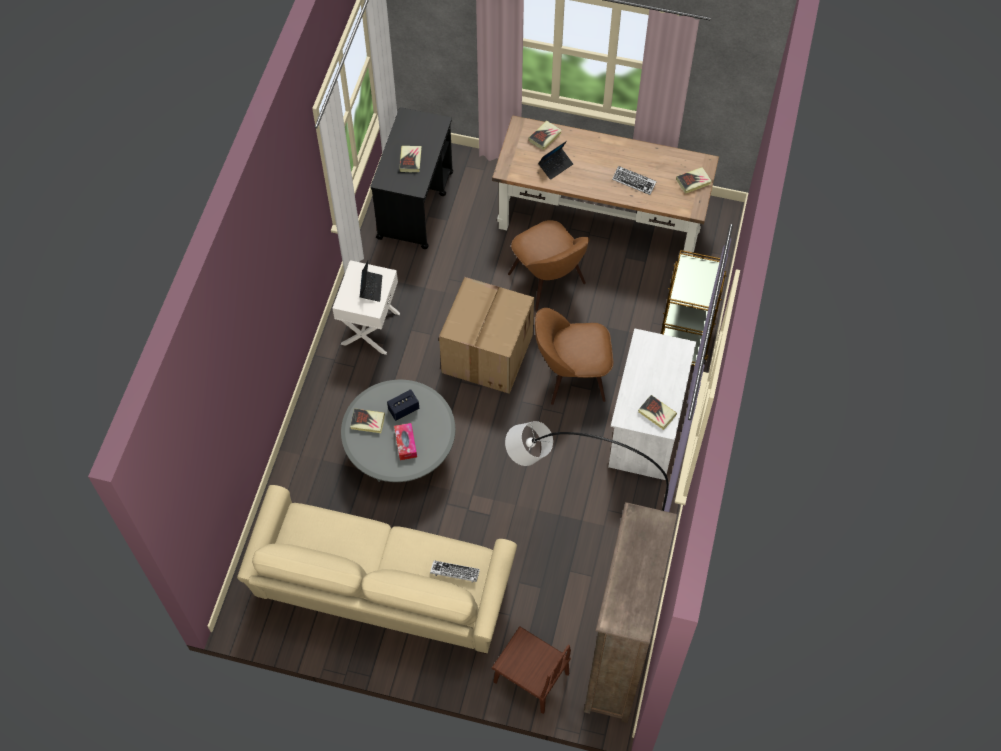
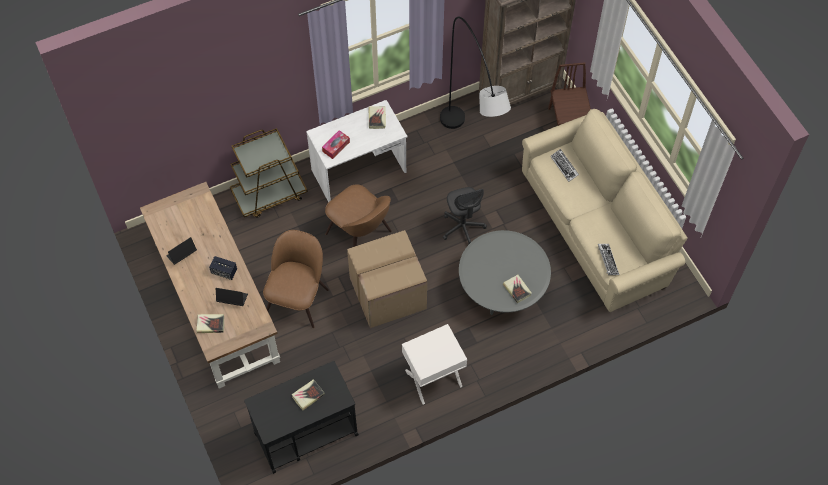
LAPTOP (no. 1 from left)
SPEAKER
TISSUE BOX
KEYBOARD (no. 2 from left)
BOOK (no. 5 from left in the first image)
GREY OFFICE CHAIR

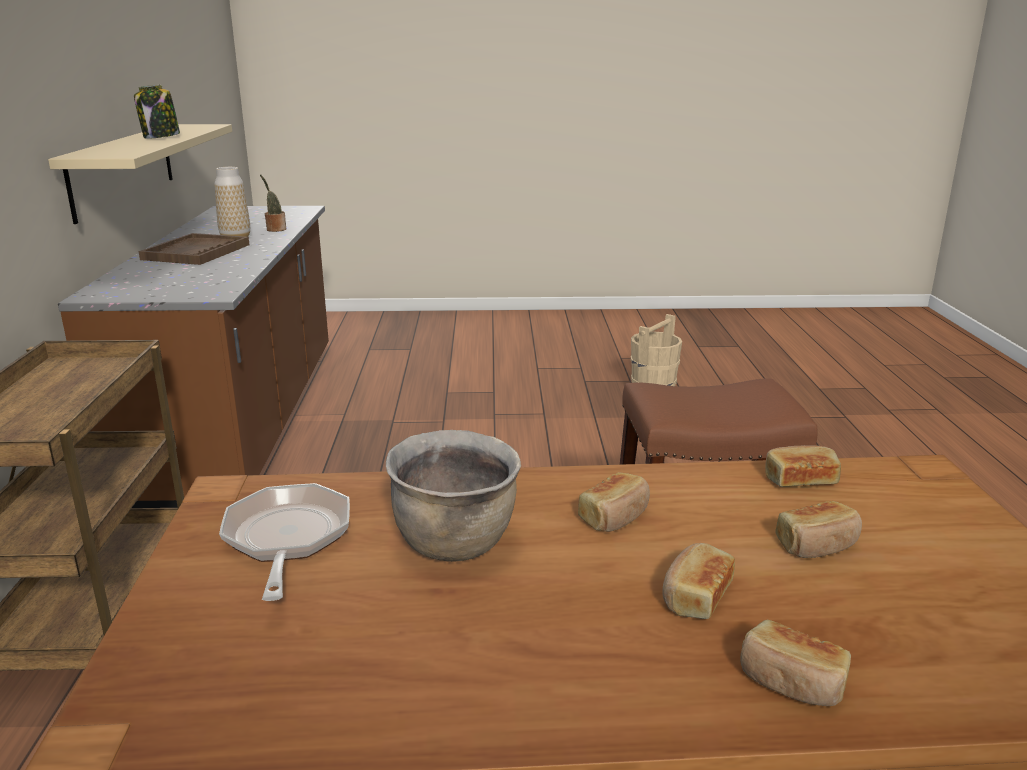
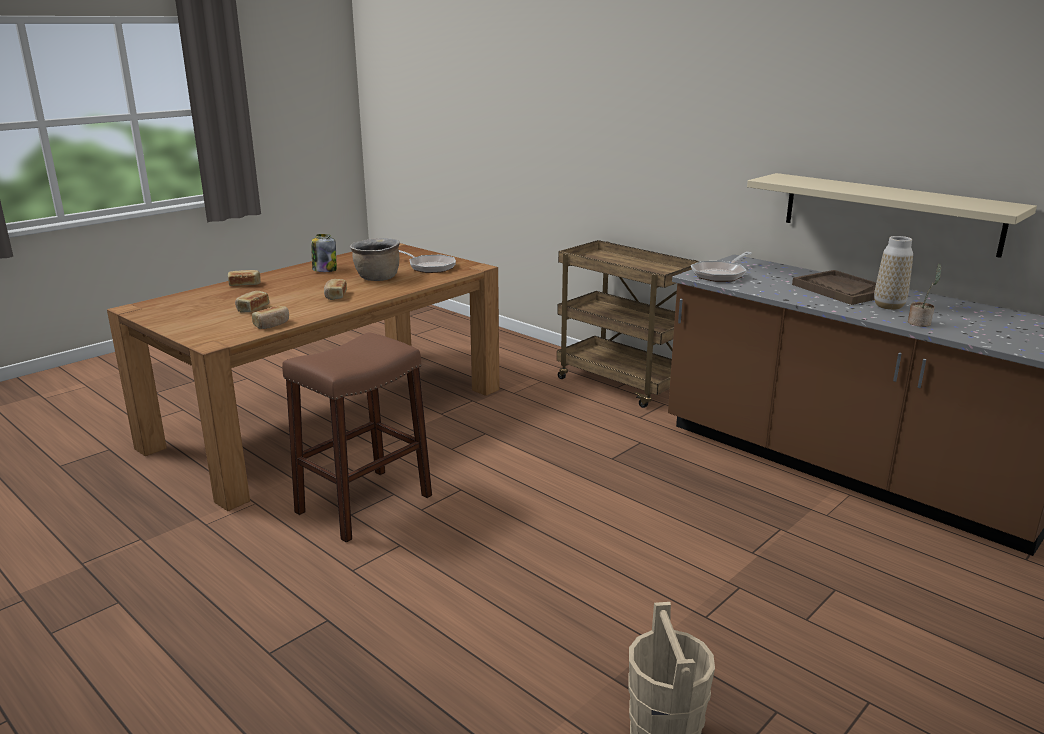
JAR
BREAD (no. 2 from left in the first image)
FRYING PAN (no. 2 from left)

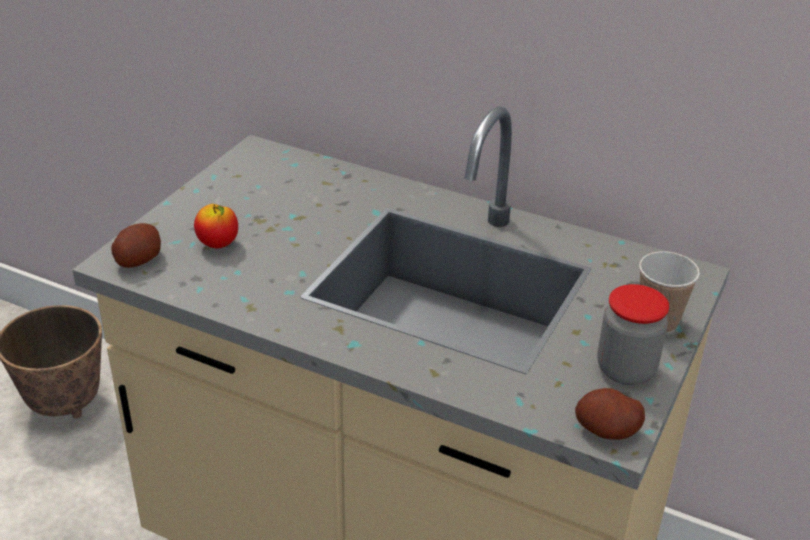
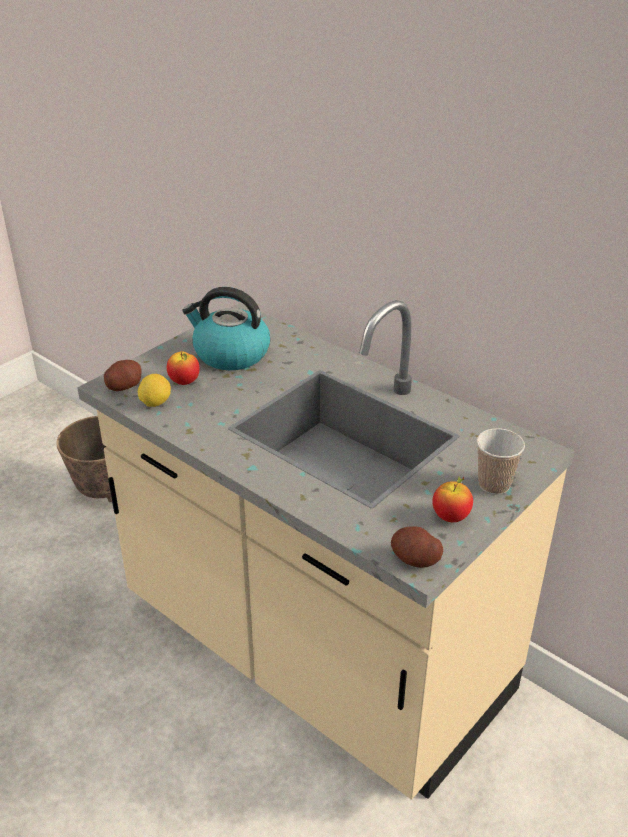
APPLE (no. 2 from left)
LEMON
KETTLE

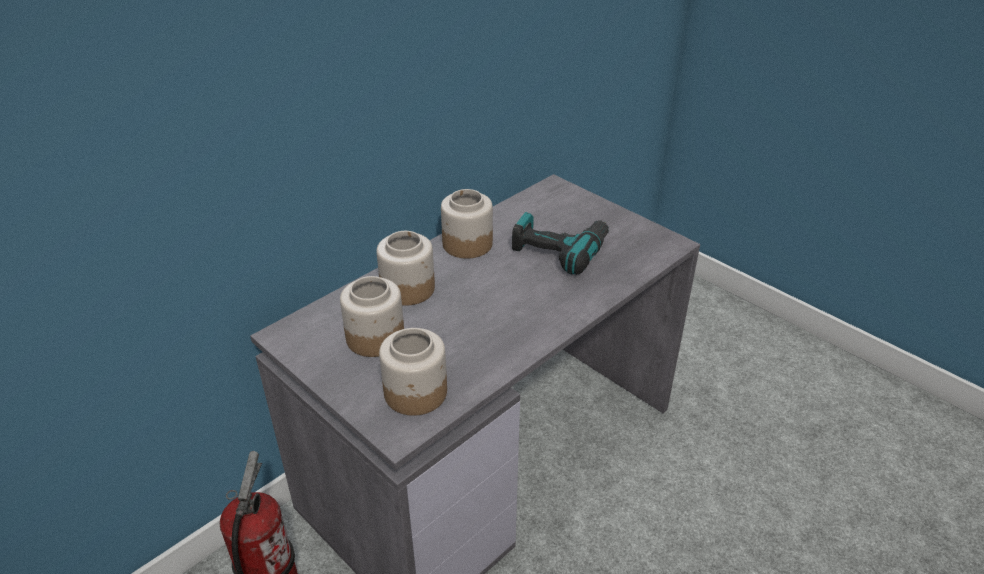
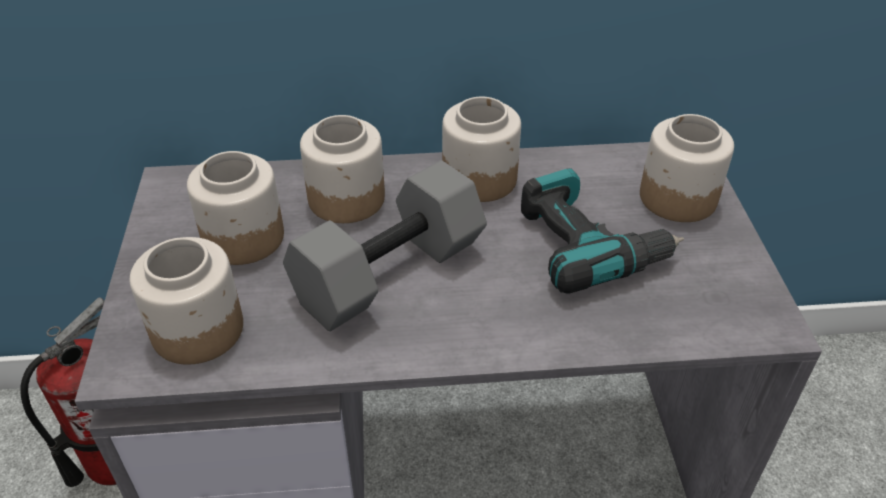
GREY DUMBBELL
JAR (no. 5 from left)

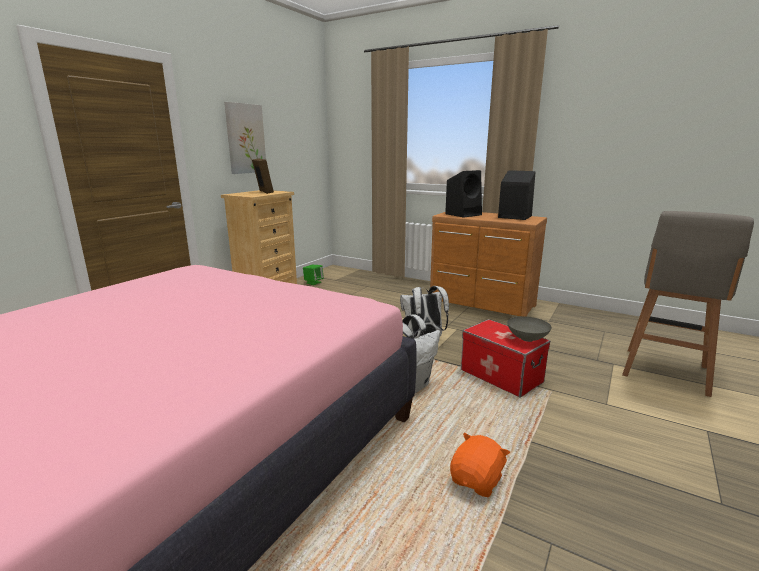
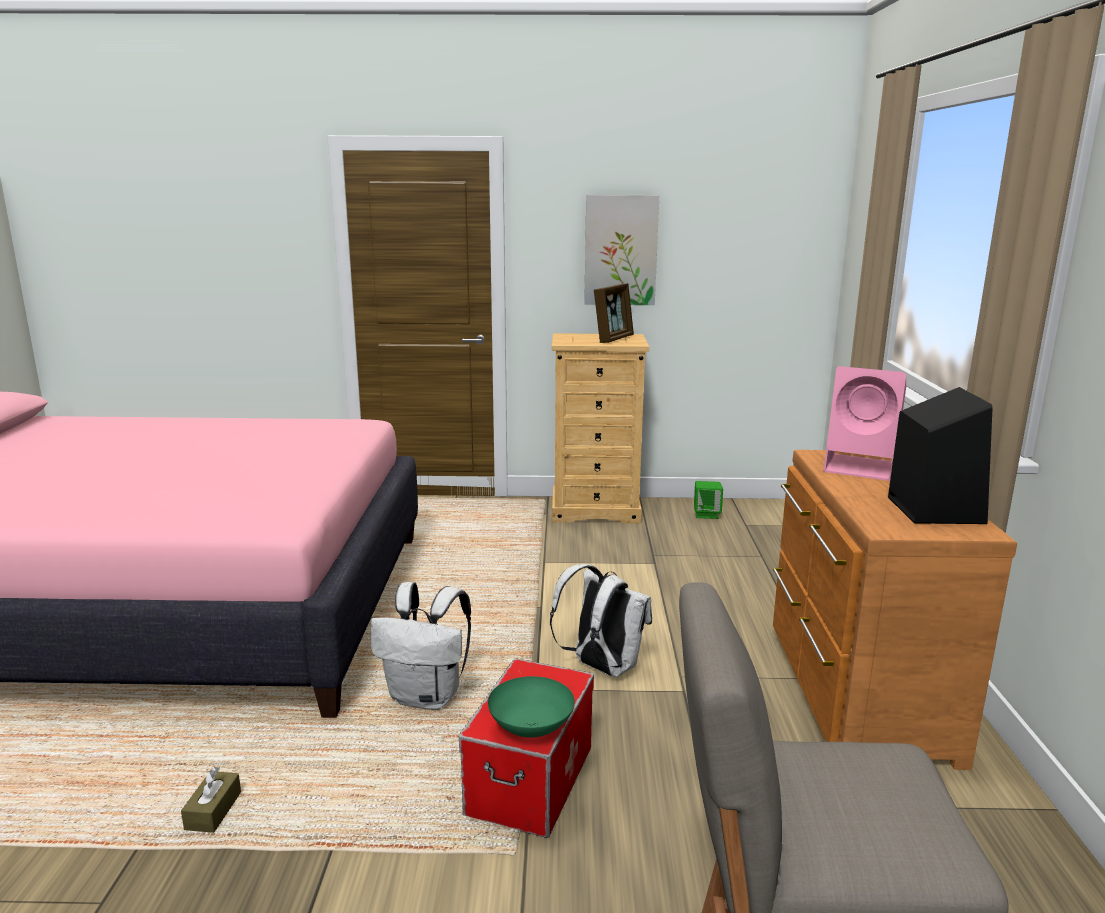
PINK SPEAKER
BROWN TISSUE BOX
GREEN BOWL

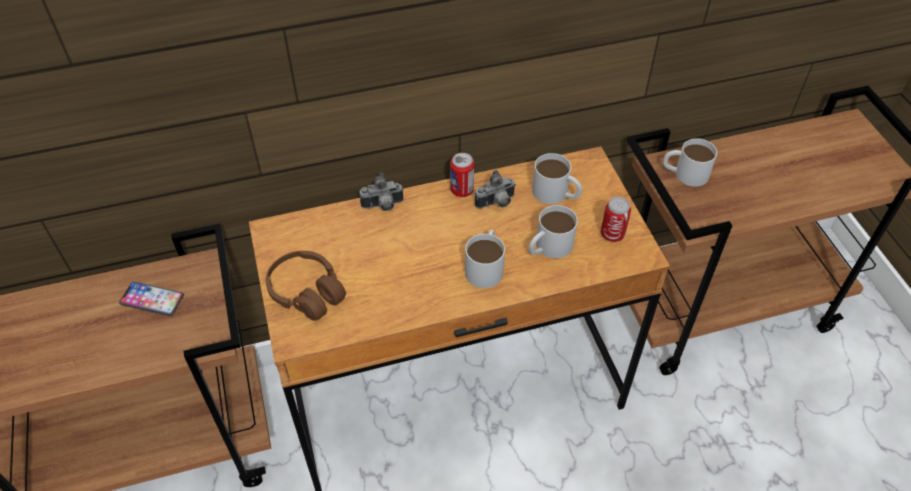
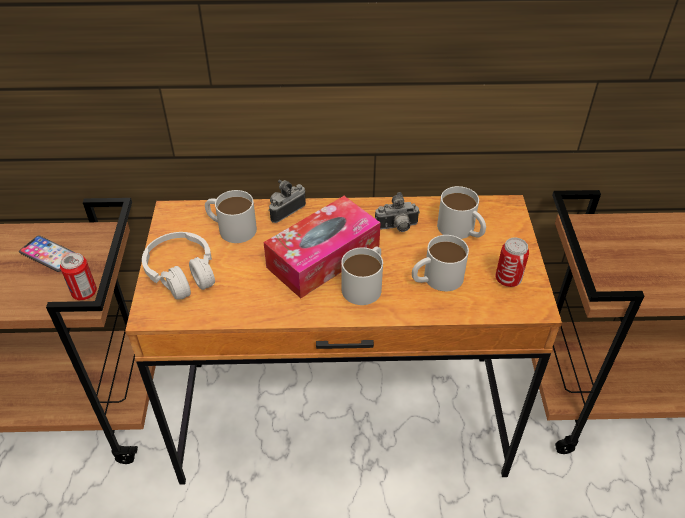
WHITE HEADPHONES
PHOTO CAMERA (no. 1 from left)
CAN (no. 1 from left)
WHITE MUG (no. 1 from left)
TISSUE BOX

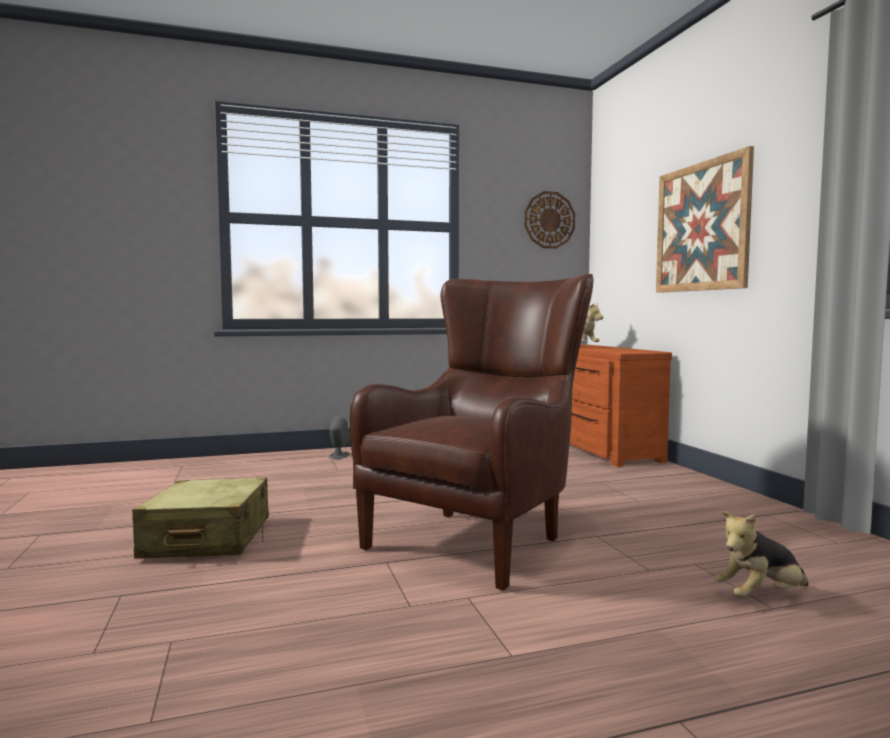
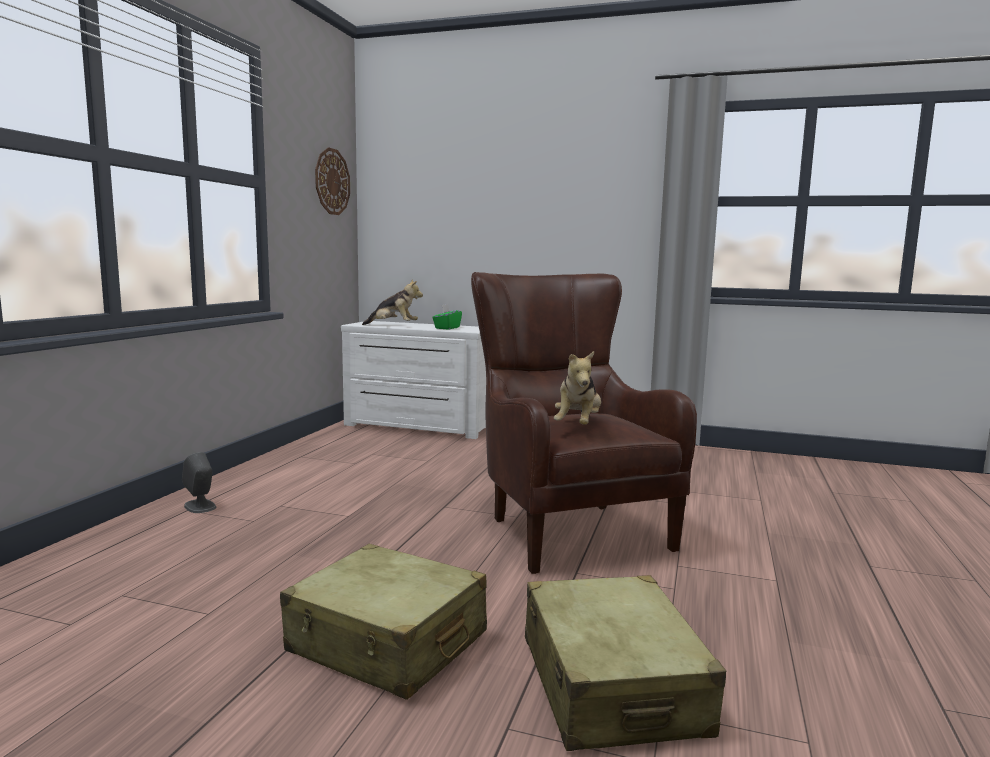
WHITE DRESSER
PICTURE
PLUSH TOY (no. 2 from left)
GREEN TISSUE BOX
BEIGE SUITCASE (no. 2 from left)

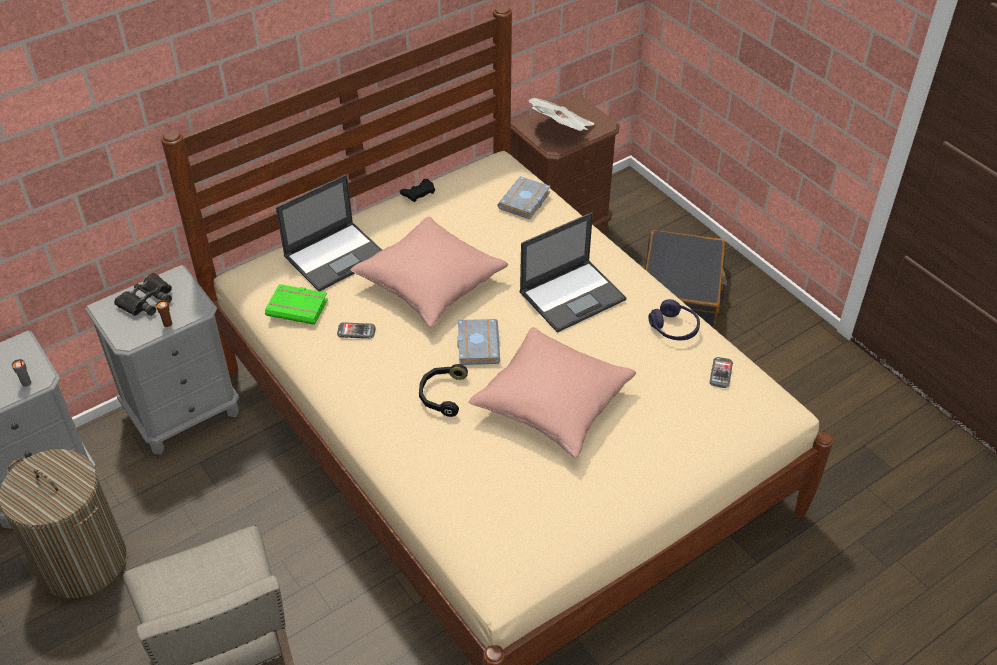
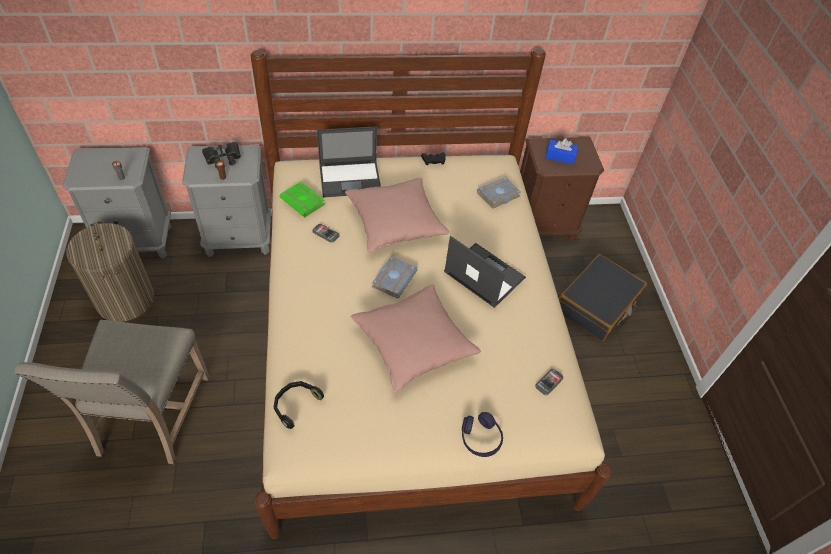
BLACK HEADPHONES
LAPTOP (no. 2 from left)
BLUE TISSUE BOX
PURPLE HEADPHONES

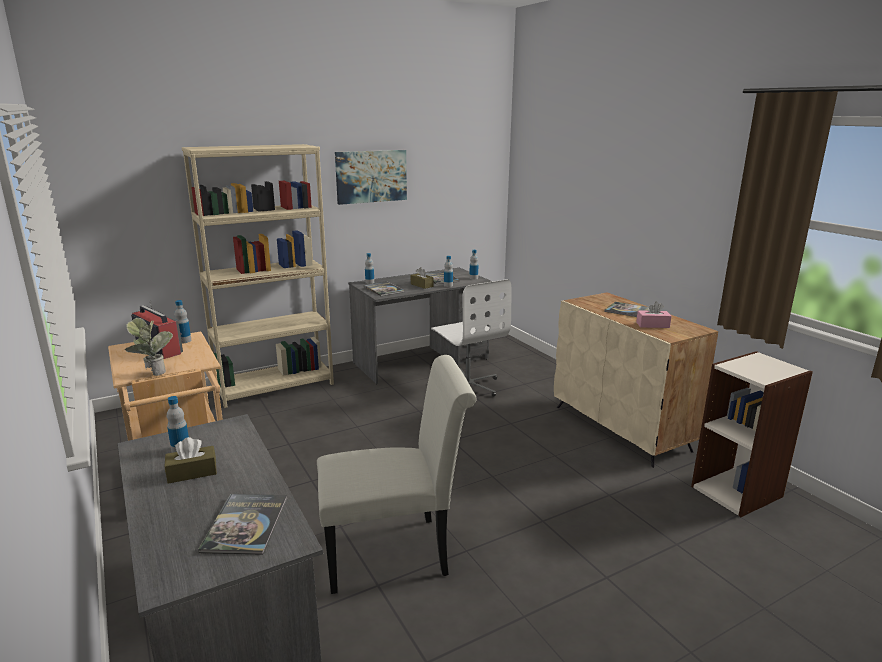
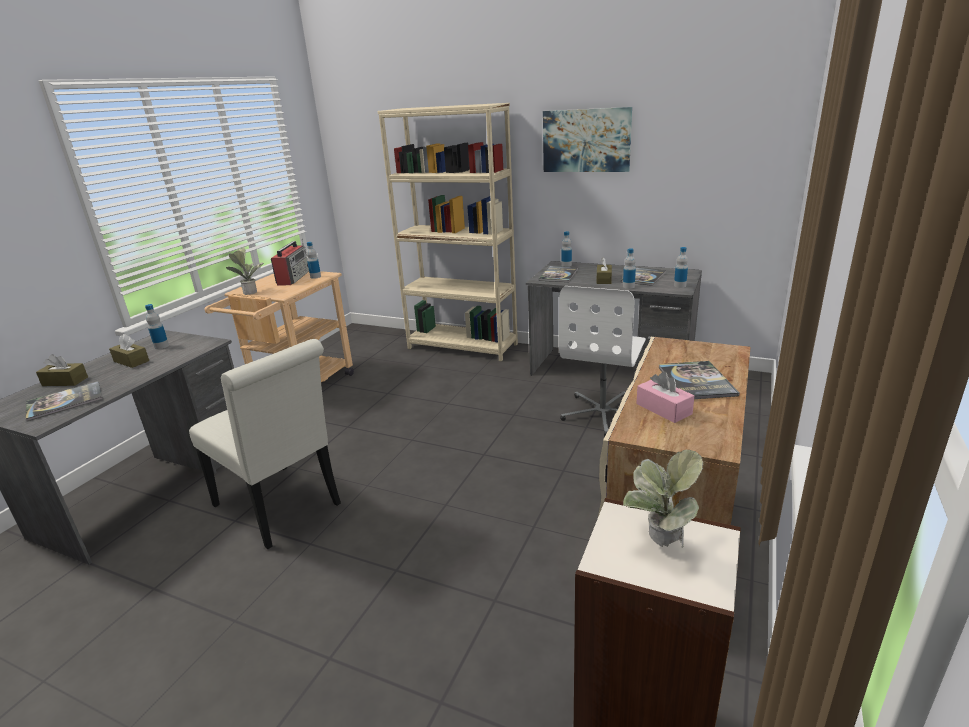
BROWN TISSUE BOX (no. 1 from left)
POTTED PLANT (no. 2 from left)

